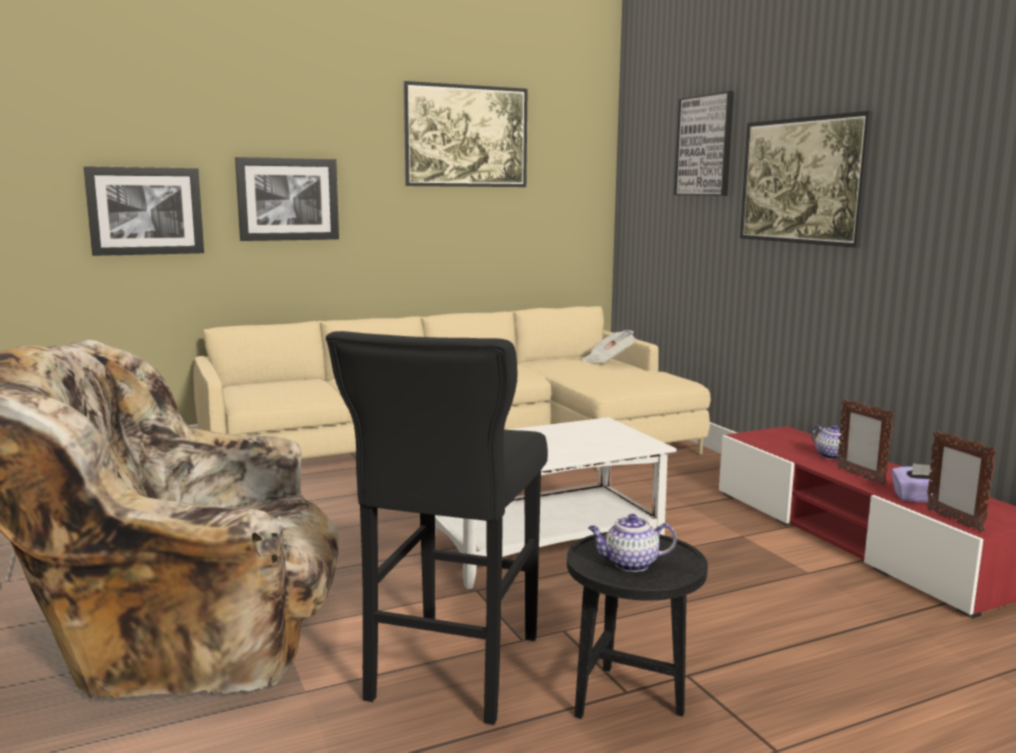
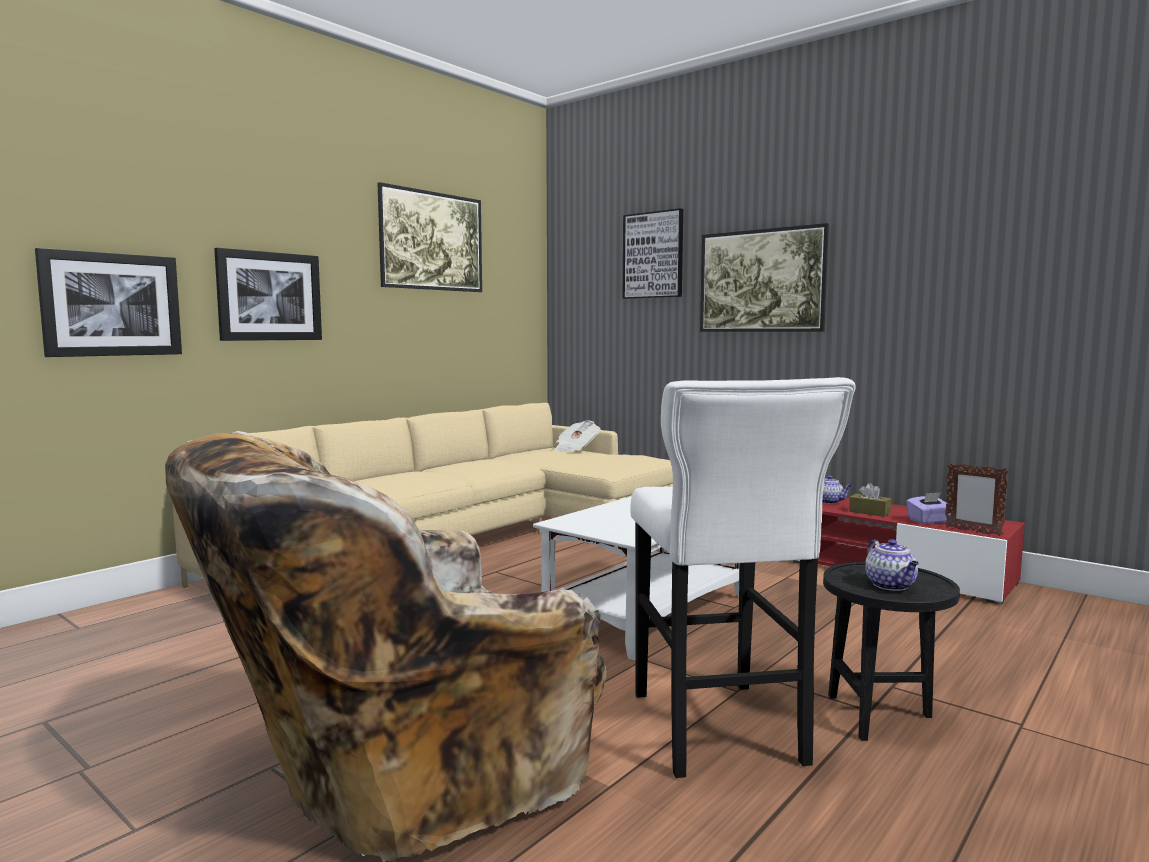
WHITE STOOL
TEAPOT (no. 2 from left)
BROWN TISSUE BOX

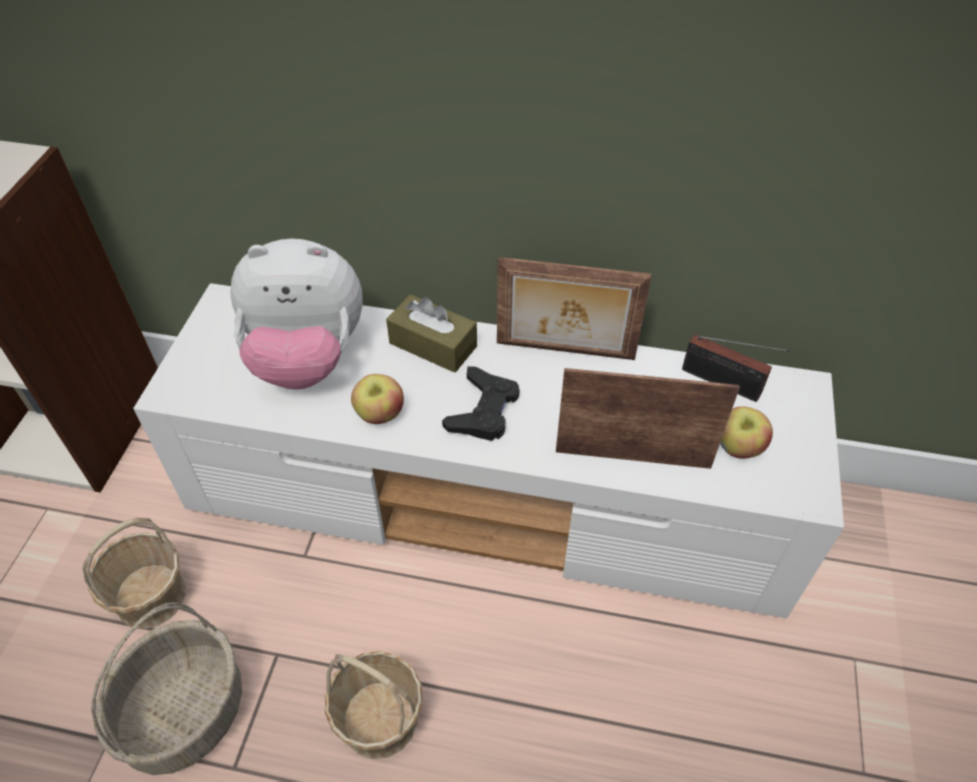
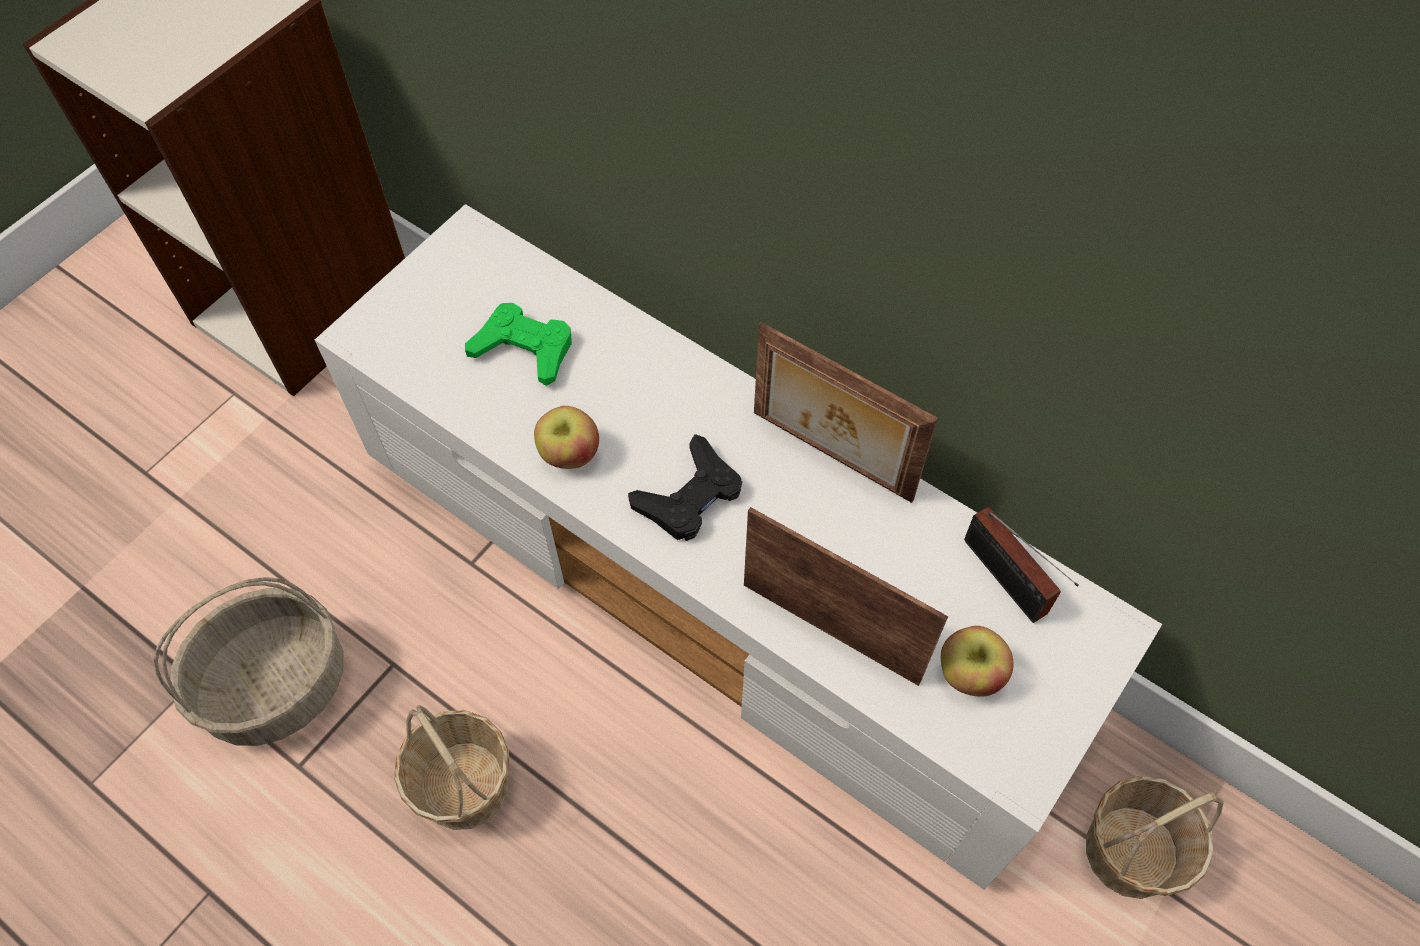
BASKET (no. 3 from left)
GREEN GAME CONTROLLER
BROWN TISSUE BOX

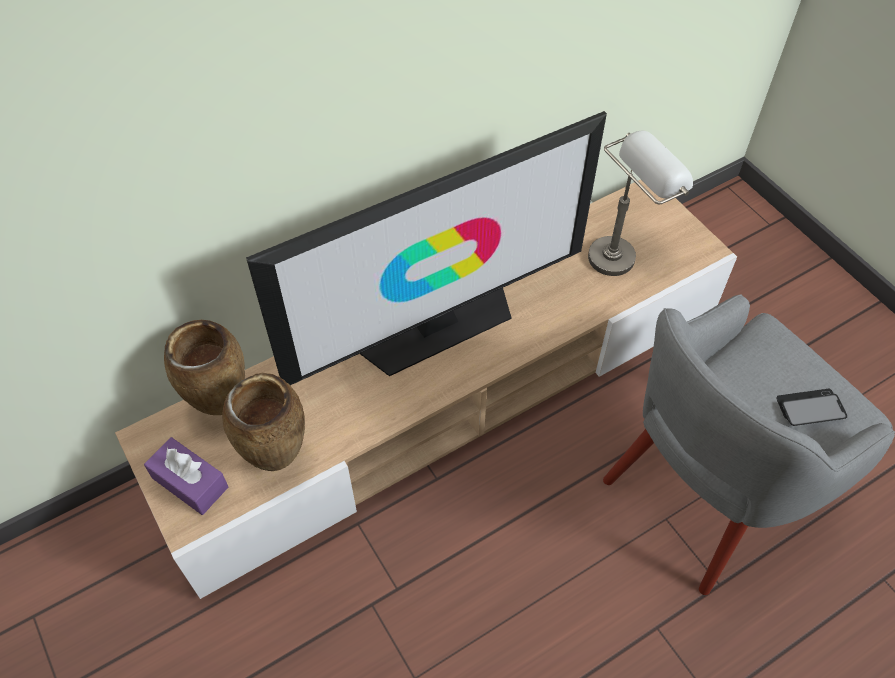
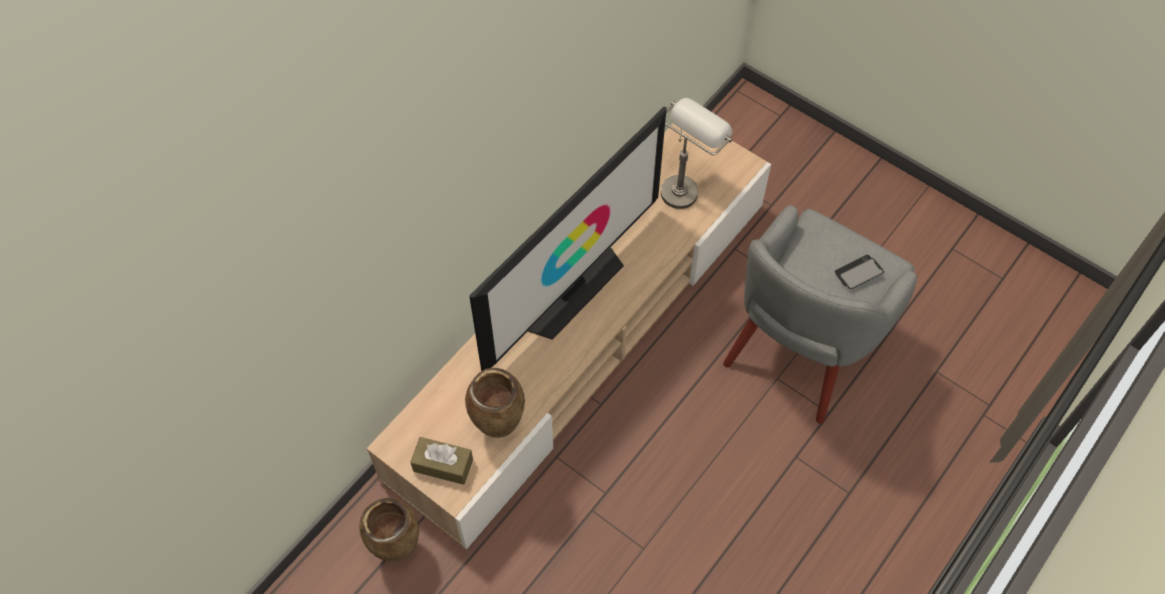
BROWN TISSUE BOX
BROWN VASE (no. 1 from left)

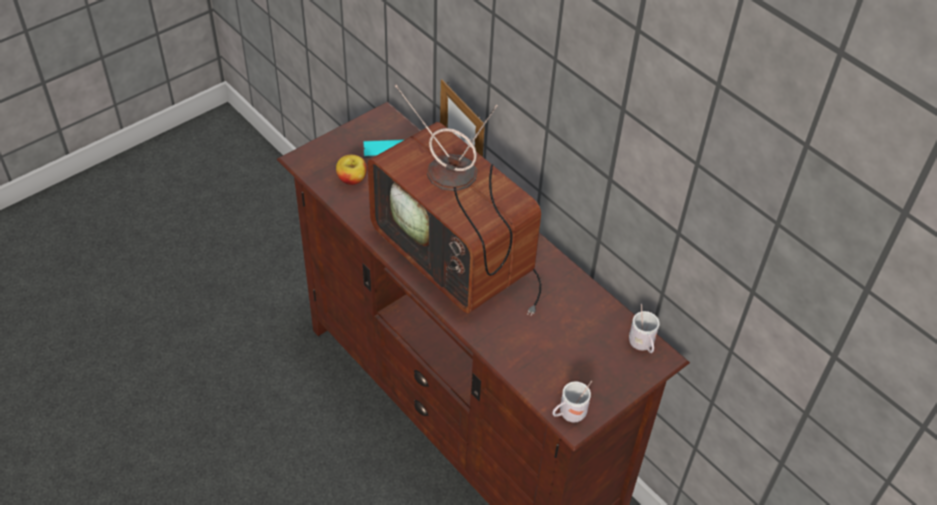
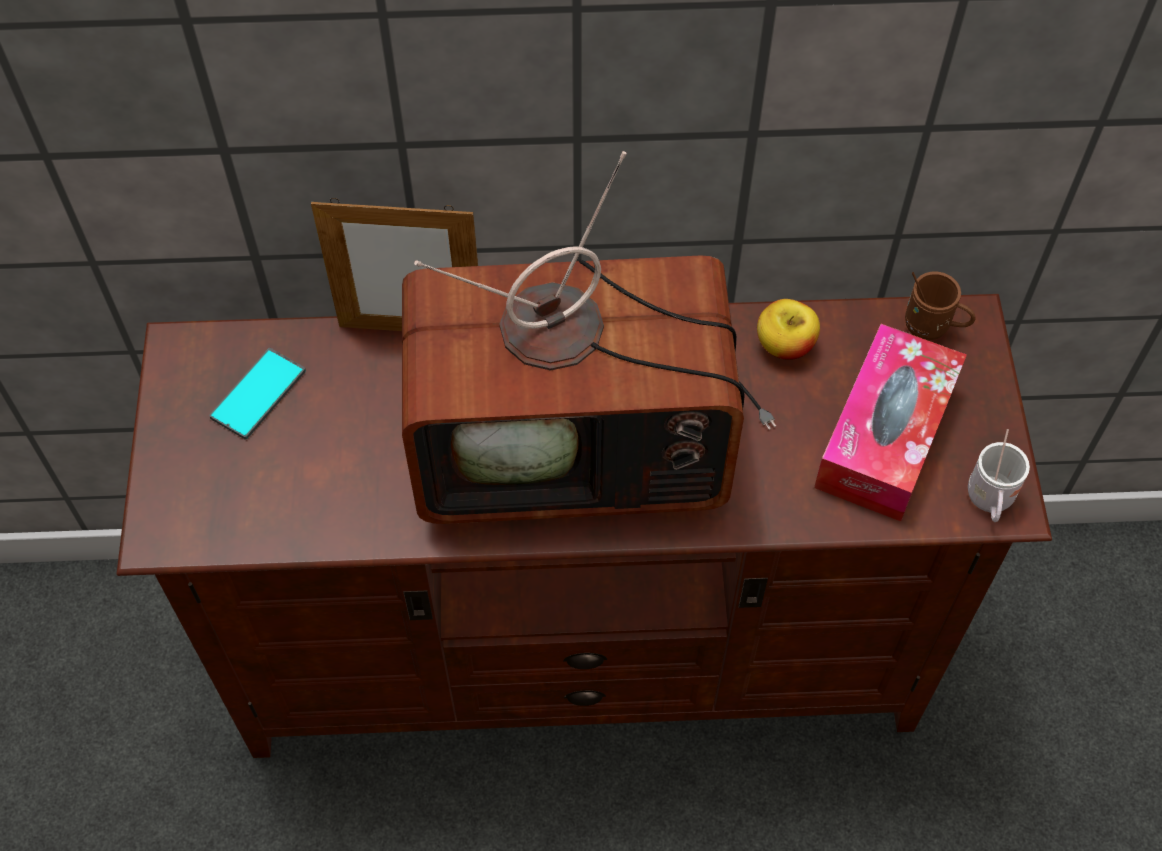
APPLE
BROWN MUG
TISSUE BOX

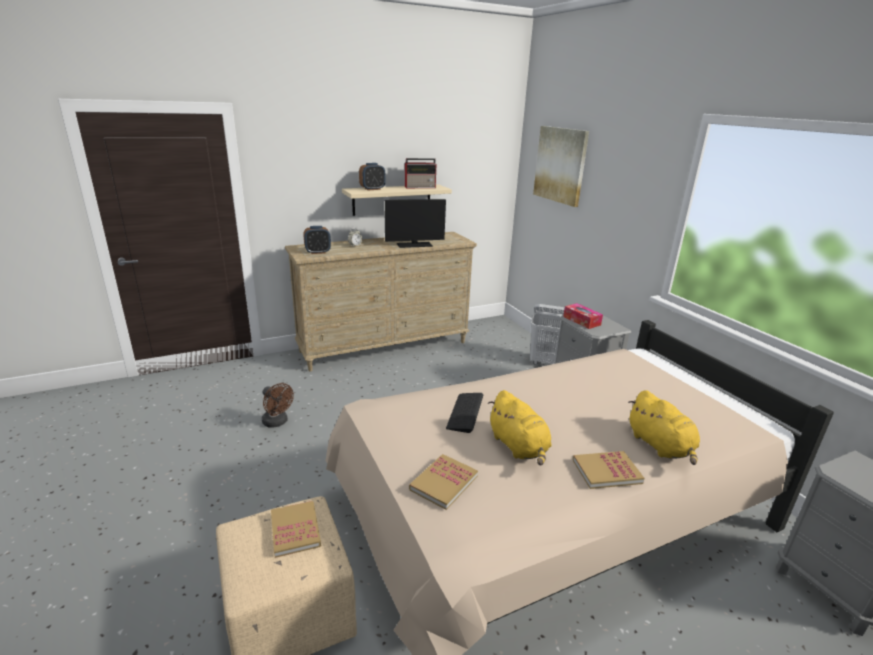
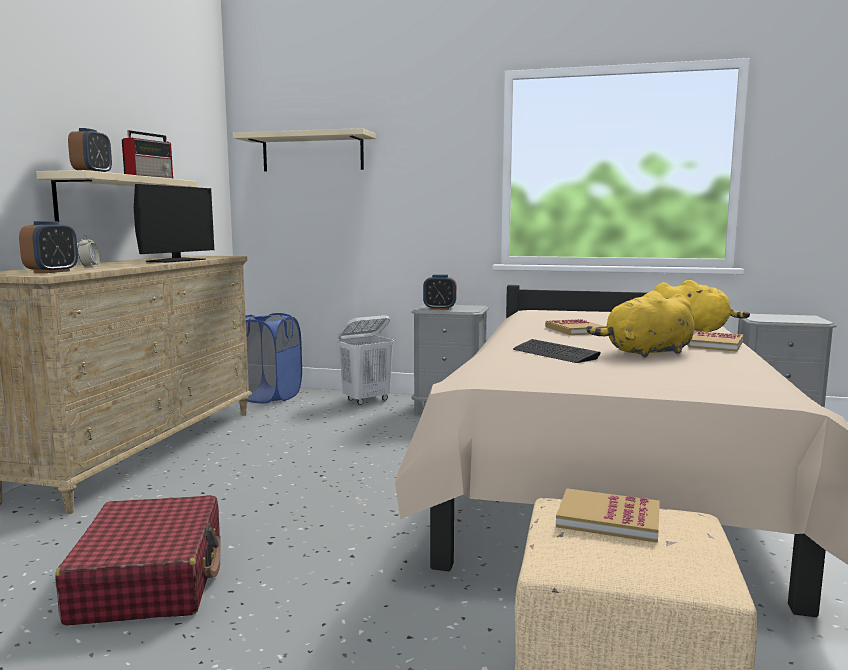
RED SUITCASE
BOOK (no. 1 from left)
YELLOW PLUSH TOY (no. 1 from left)
BEIGE SHELF (no. 2 from left)
ALARM CLOCK (no. 4 from left)
BLUE LAUNDRY BASKET

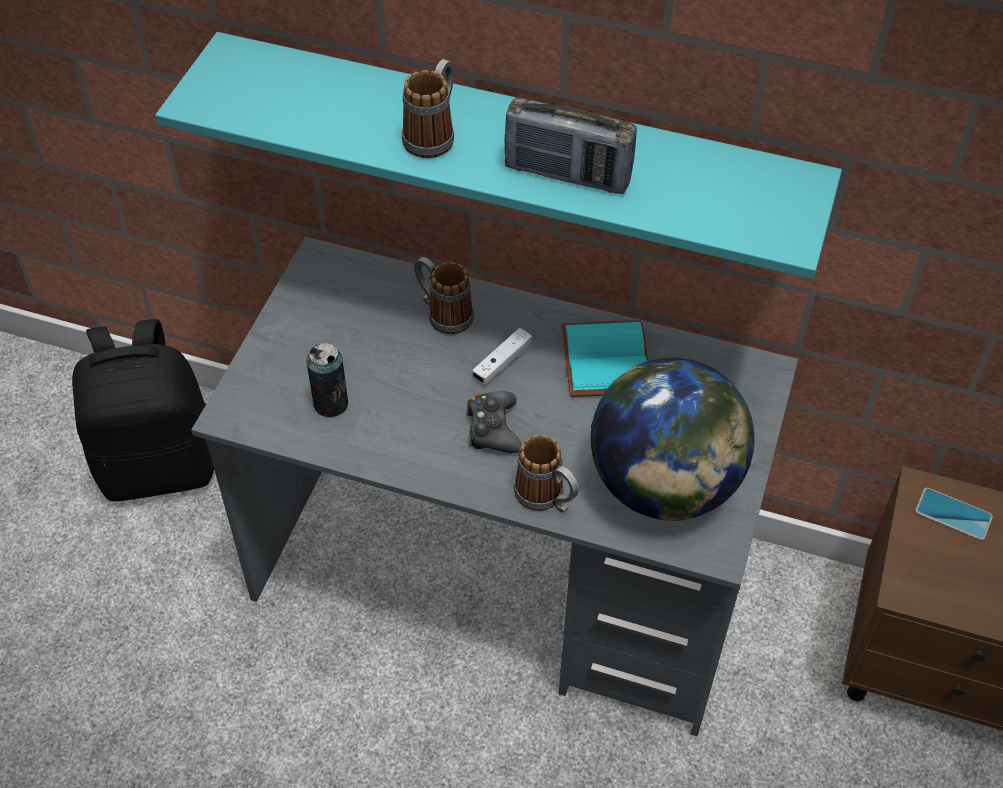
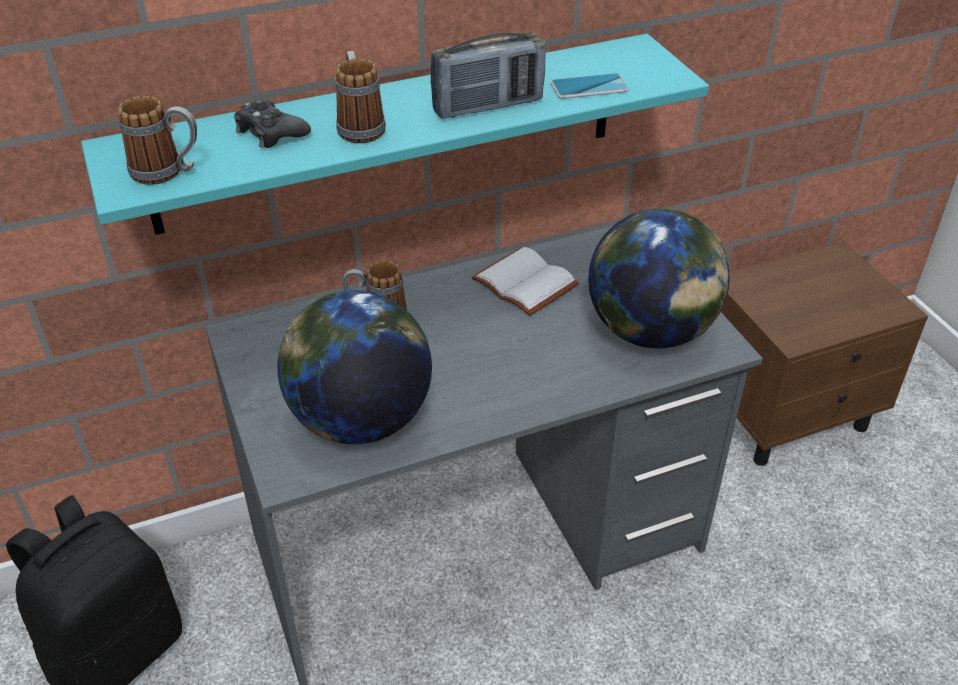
GLOBE (no. 1 from left)
BLACK GAME CONTROLLER
WHITE GAME CONTROLLER
MUG (no. 1 from left)
WHITE BOOK
PHONE

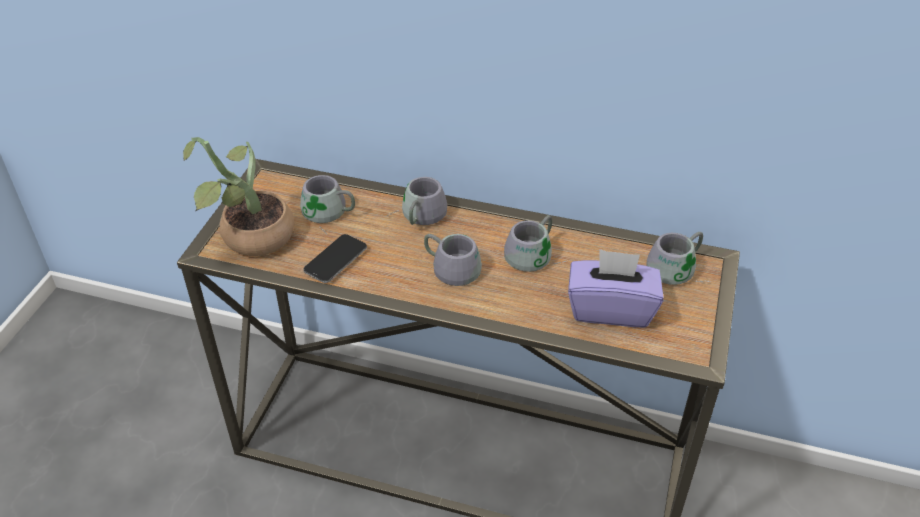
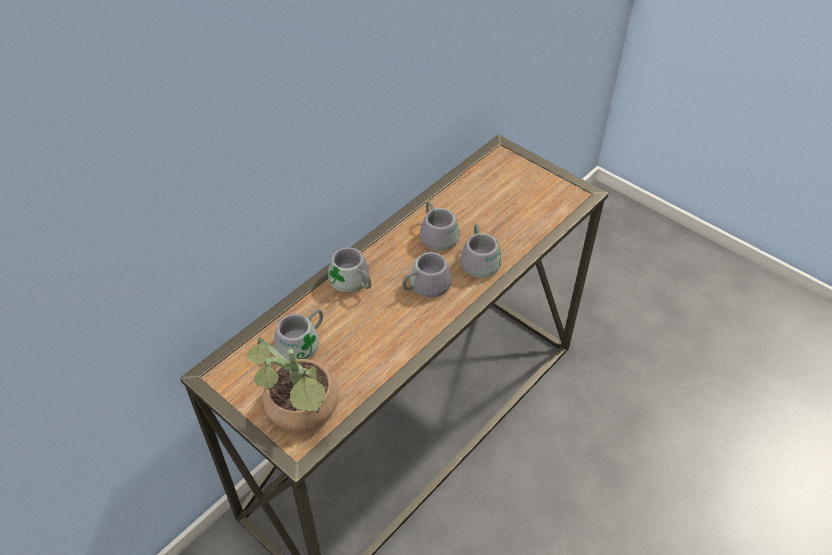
PHONE
PURPLE TISSUE BOX
GREY MUG (no. 5 from left)

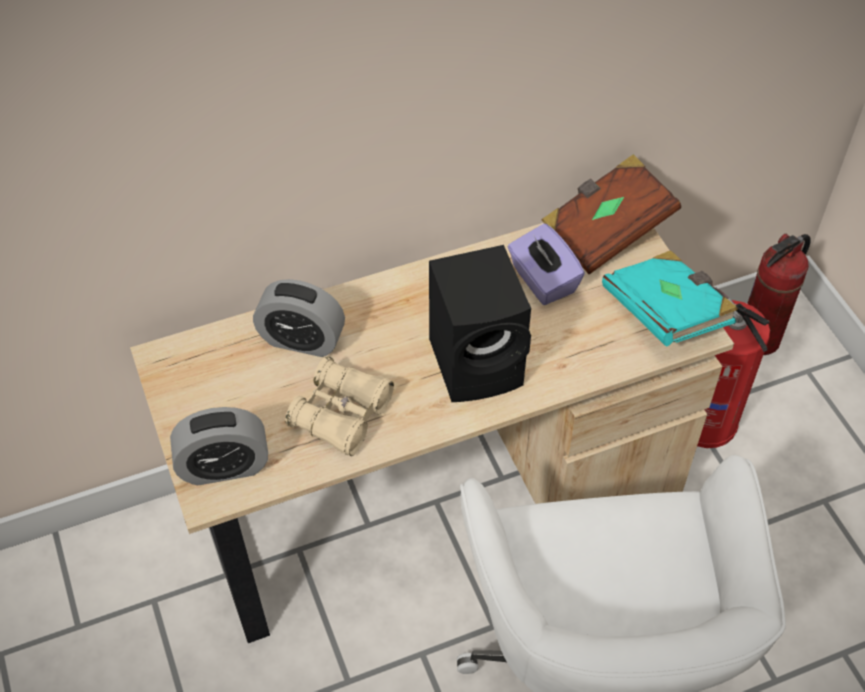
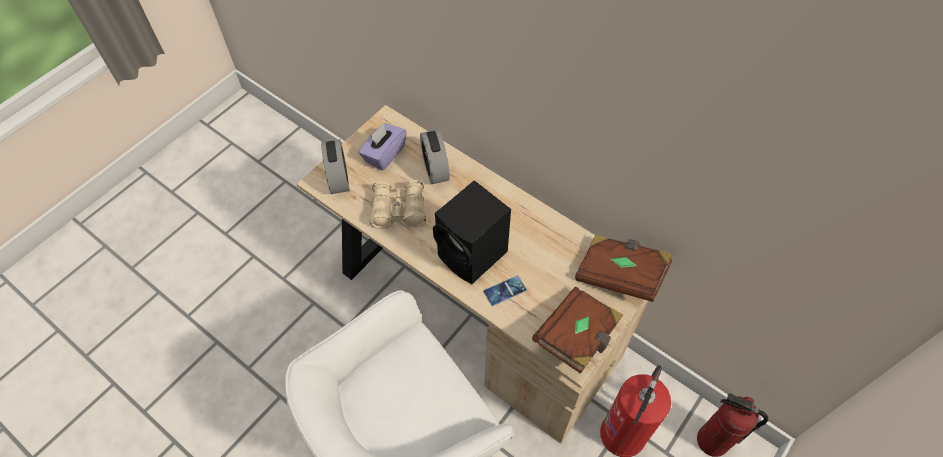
ALARM CLOCK (no. 1 from left)
PURPLE TISSUE BOX
BROWN BOOK (no. 1 from left)
PHONE

